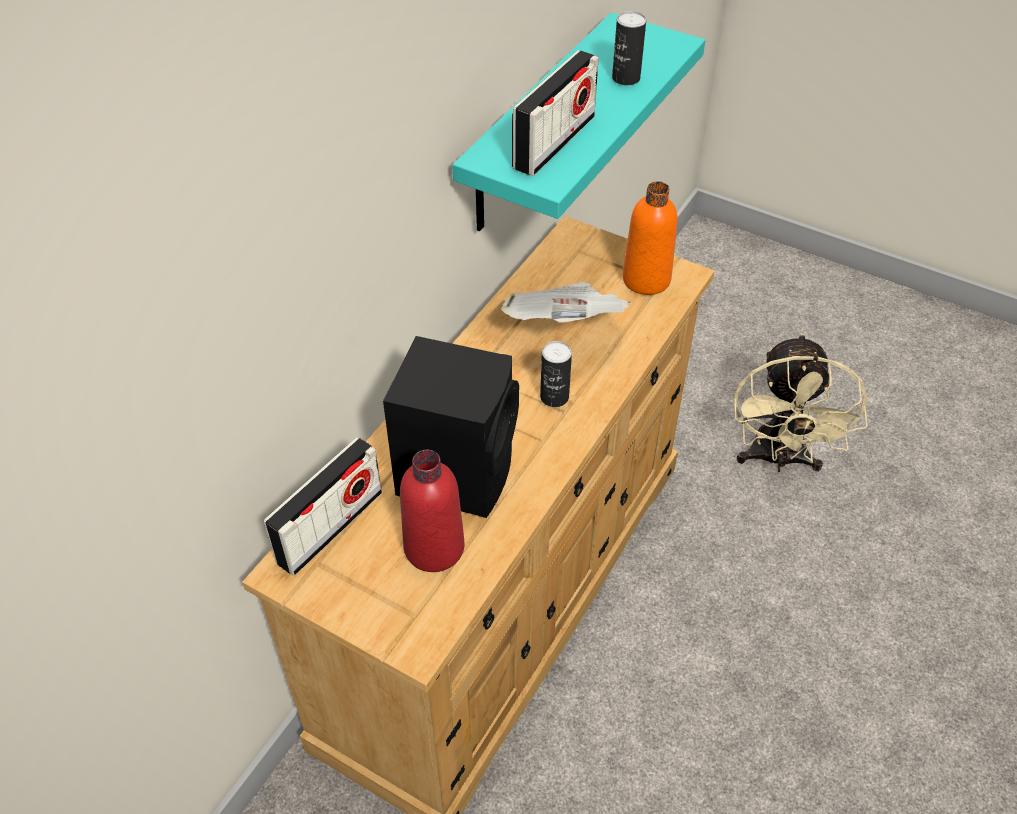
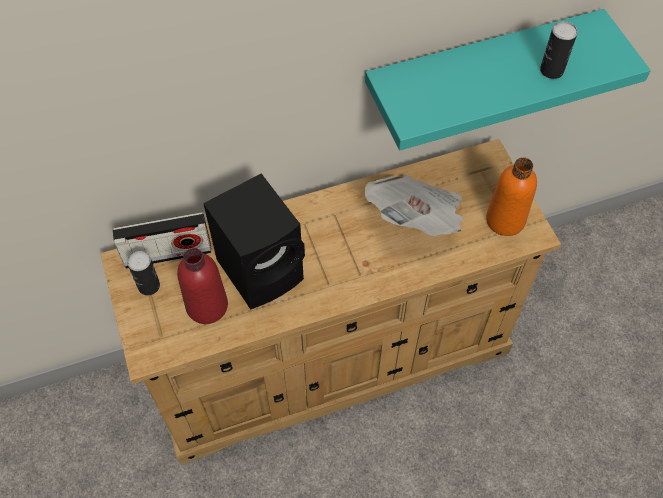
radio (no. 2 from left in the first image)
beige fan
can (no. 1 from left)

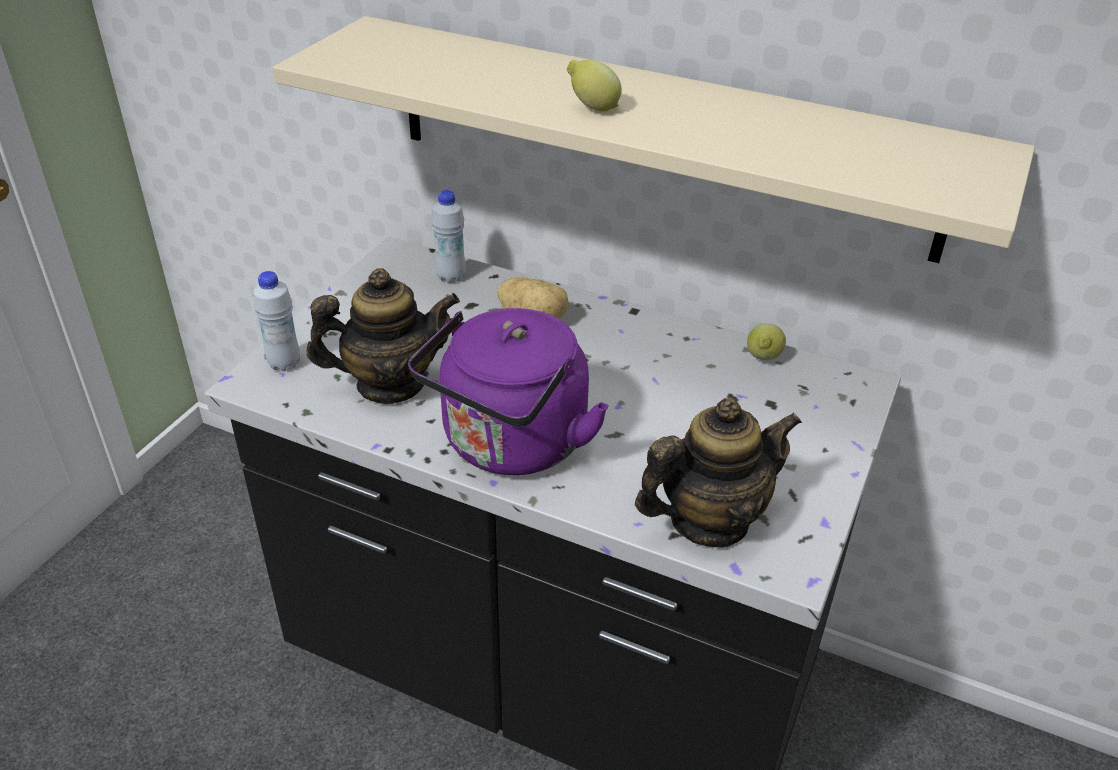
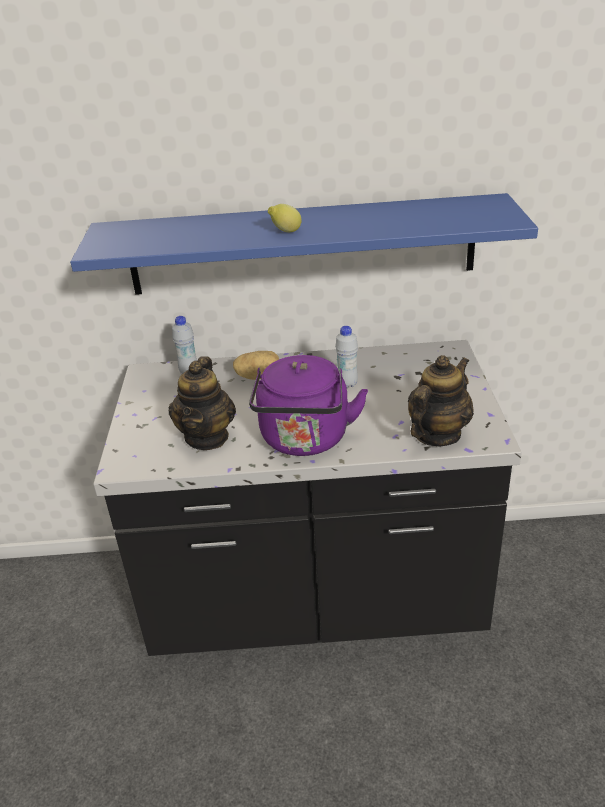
blue shelf
teapot (no. 1 from left)
white bottle (no. 2 from left)
lemon (no. 2 from left in the first image)

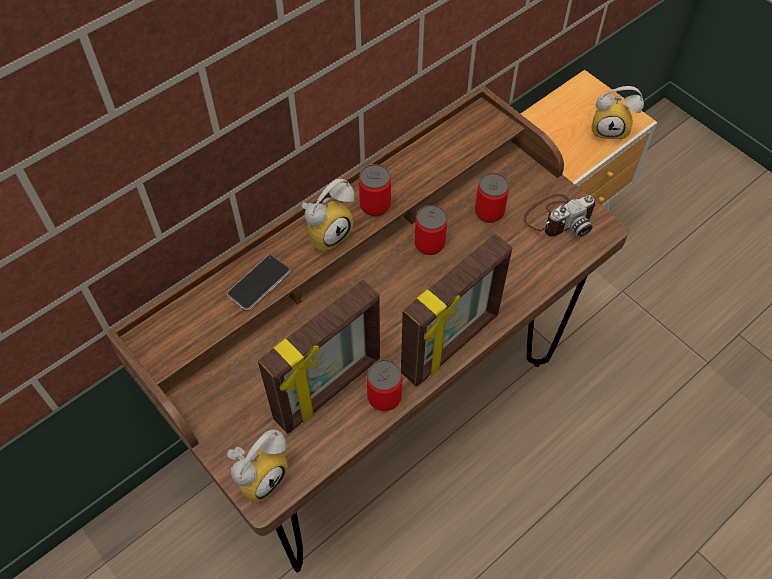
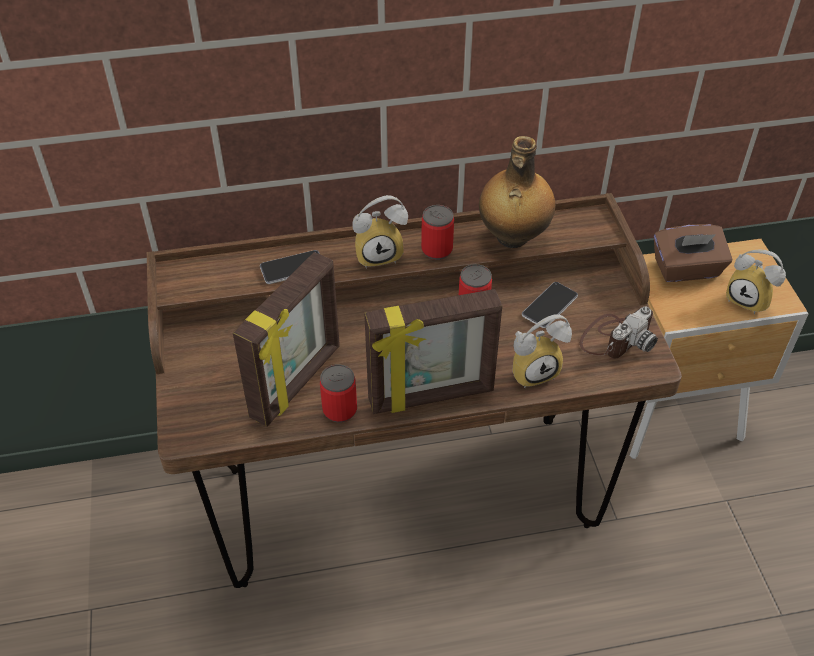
phone (no. 2 from left)
photo camera
picture frame (no. 1 from left)
alarm clock (no. 2 from left)
bottle
brown tissue box

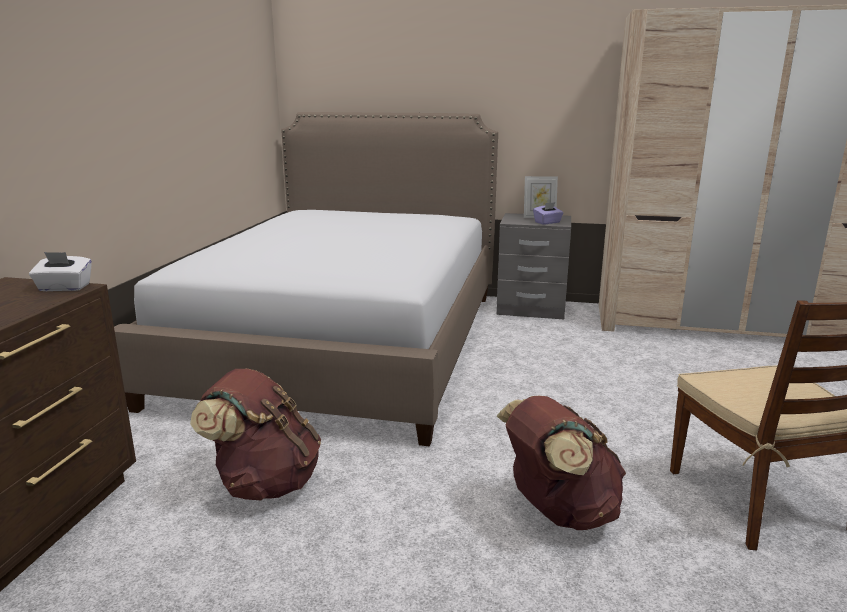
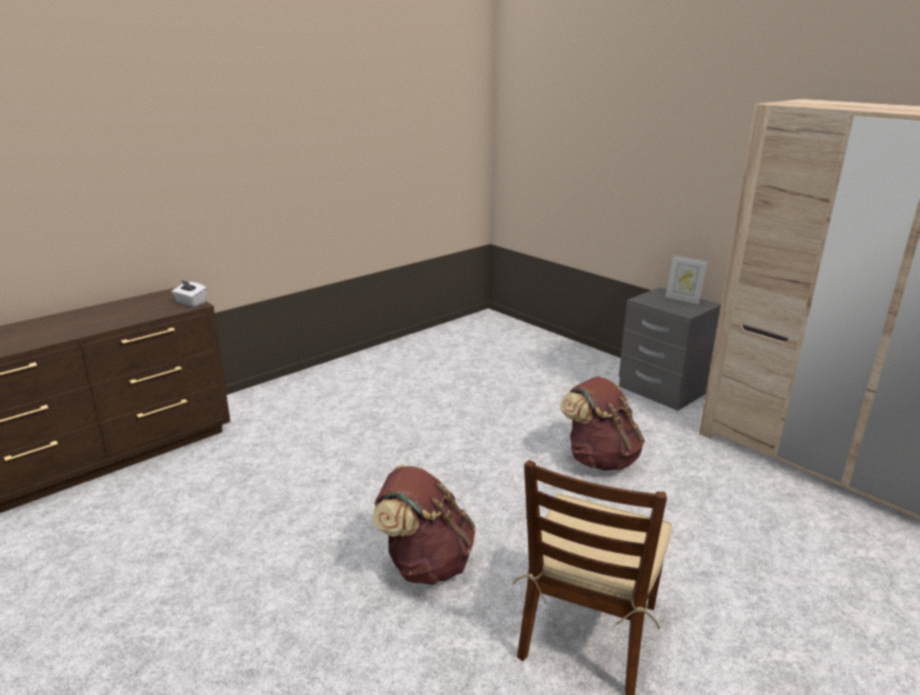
bed
purple tissue box
brown backpack (no. 2 from left)

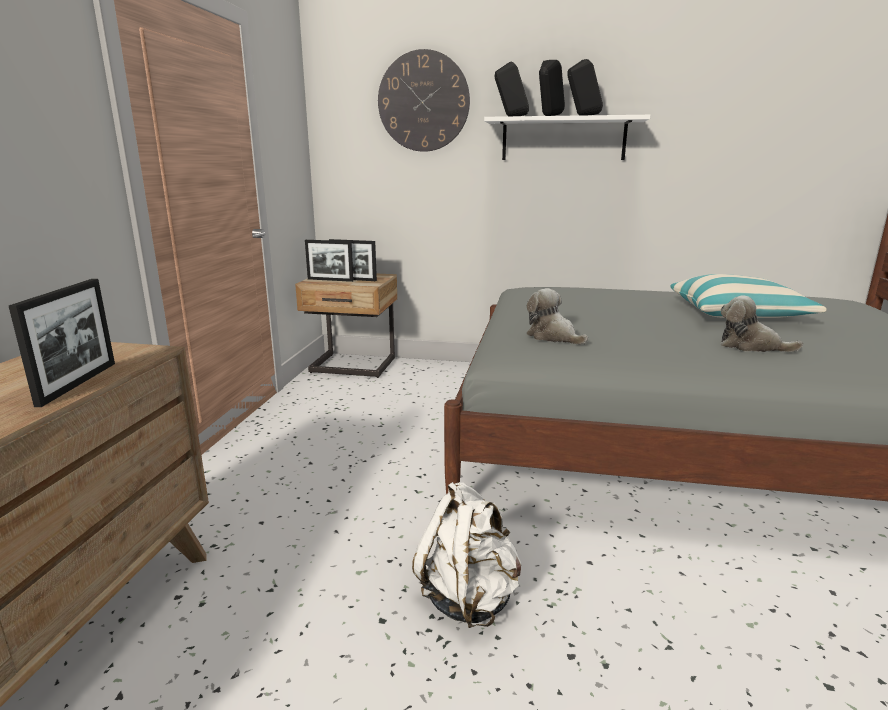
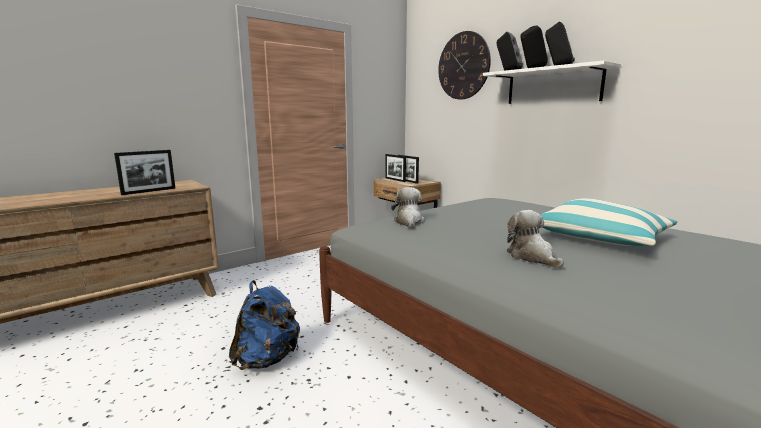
blue backpack

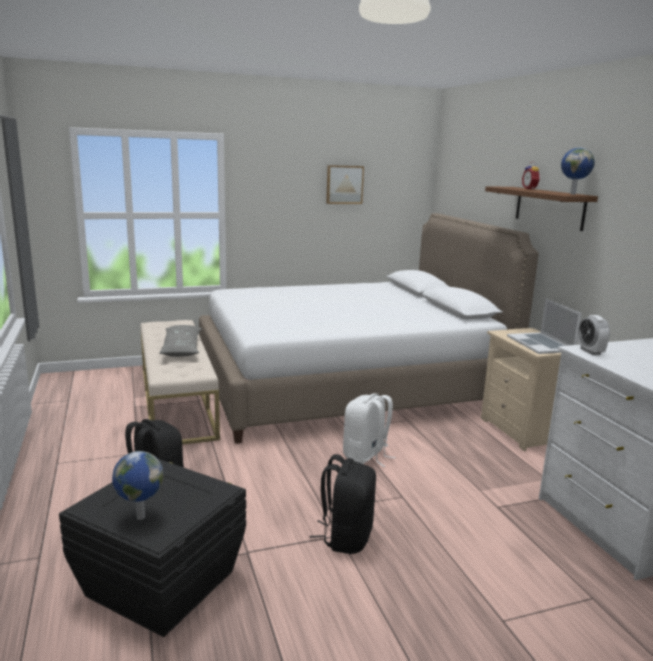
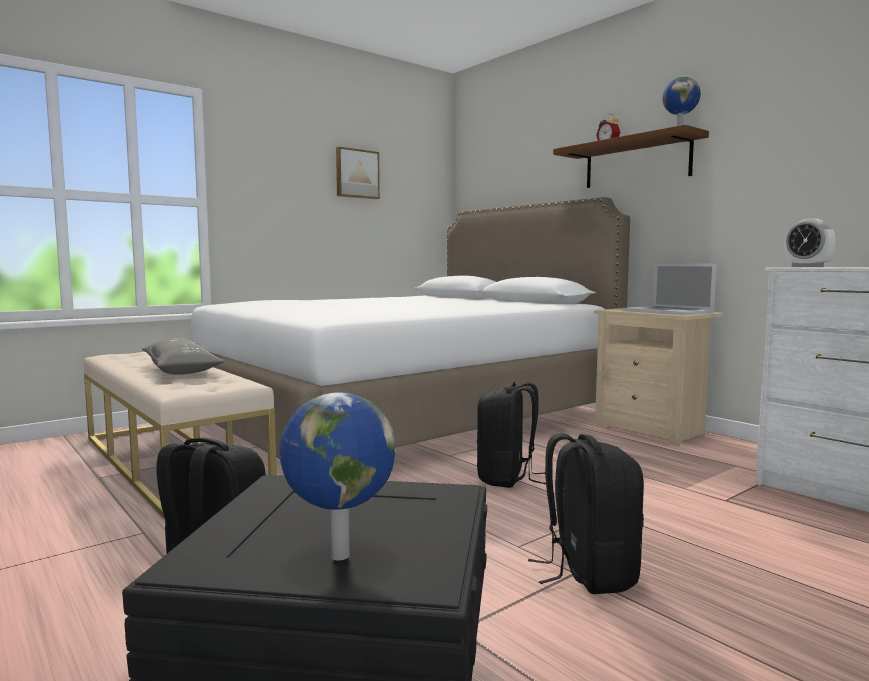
black backpack (no. 2 from left)

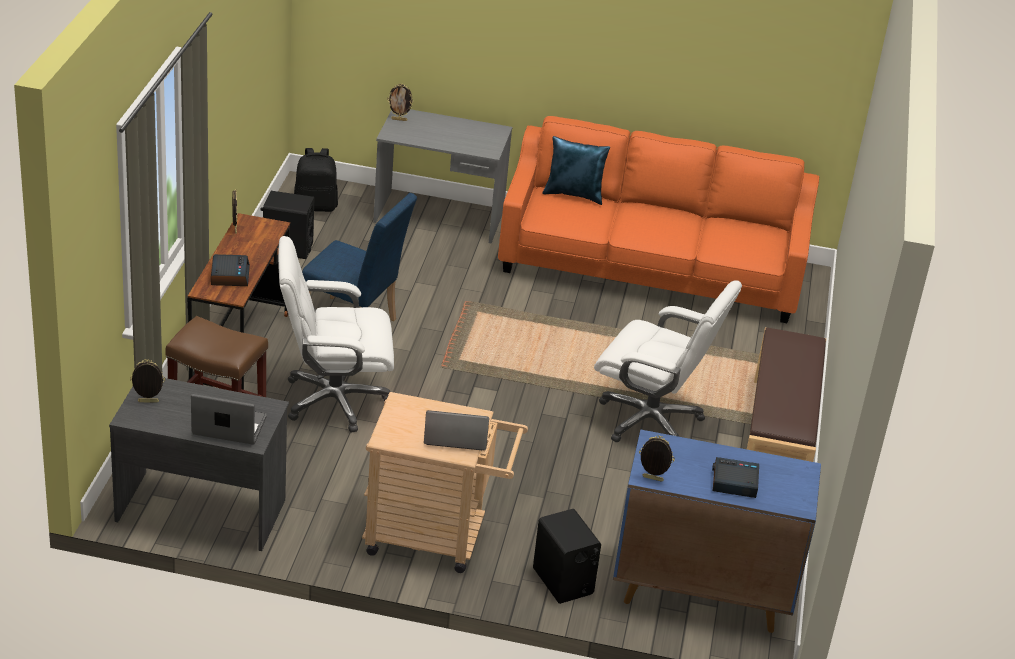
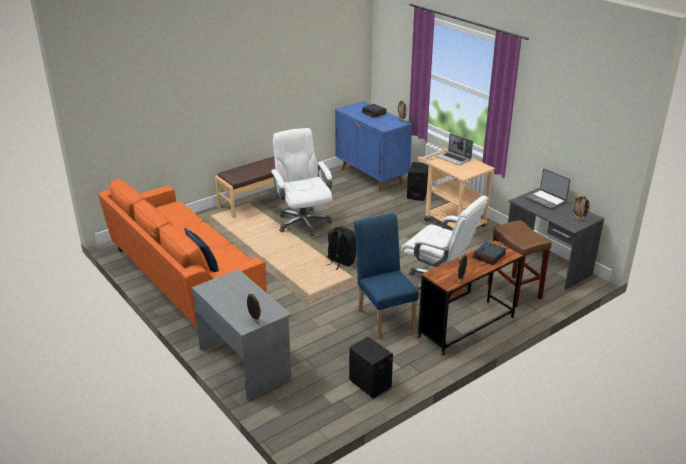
black backpack

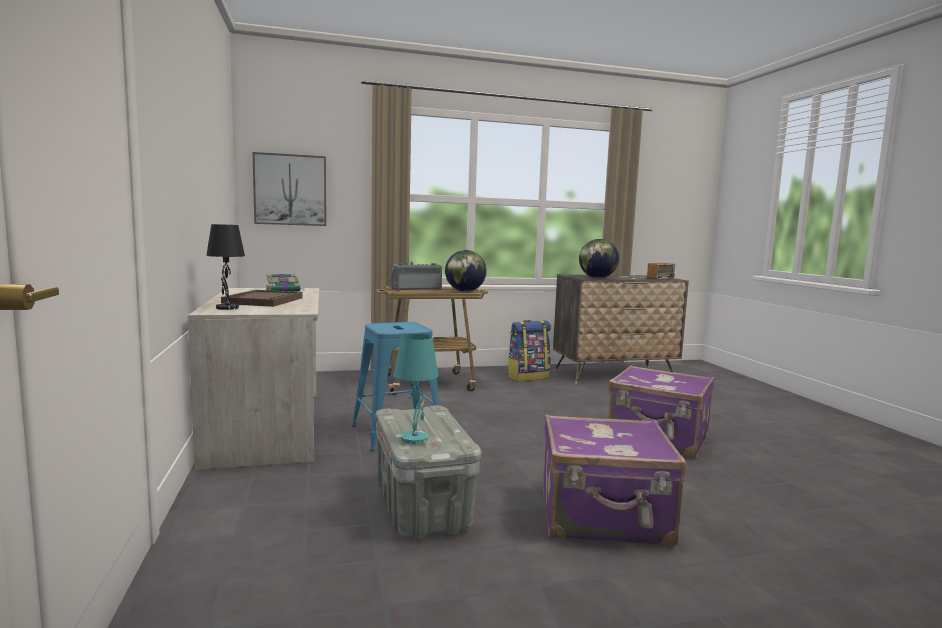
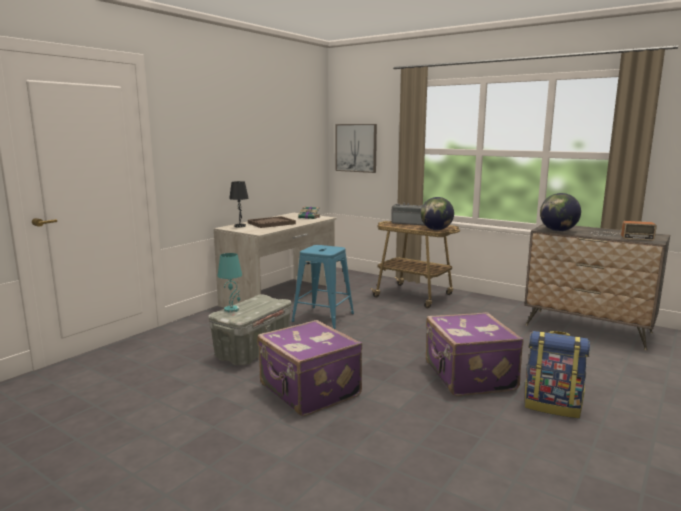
backpack

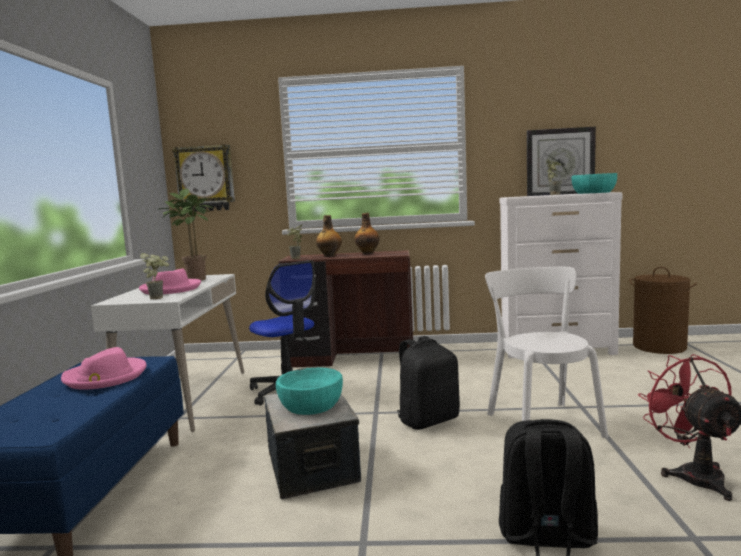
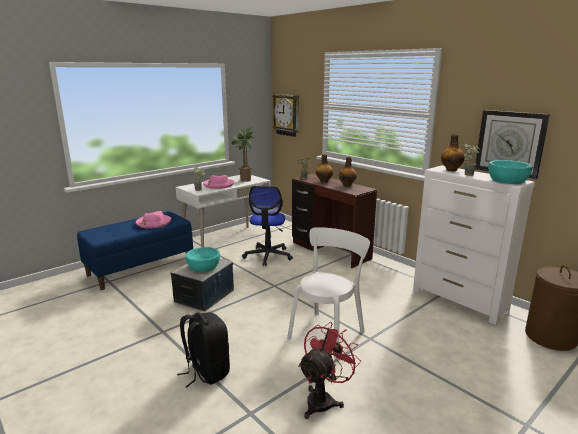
black backpack (no. 1 from left in the first image)
bottle (no. 3 from left)

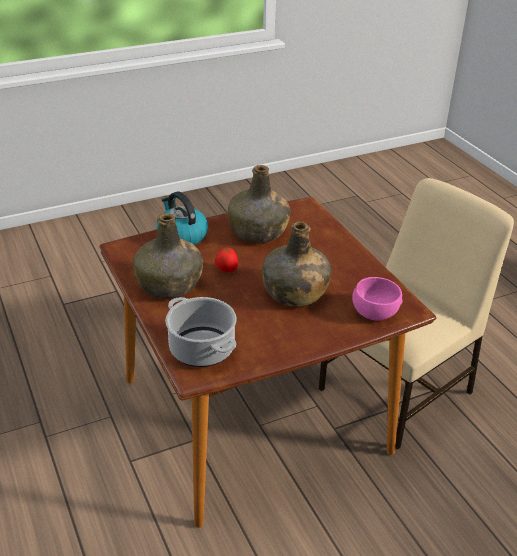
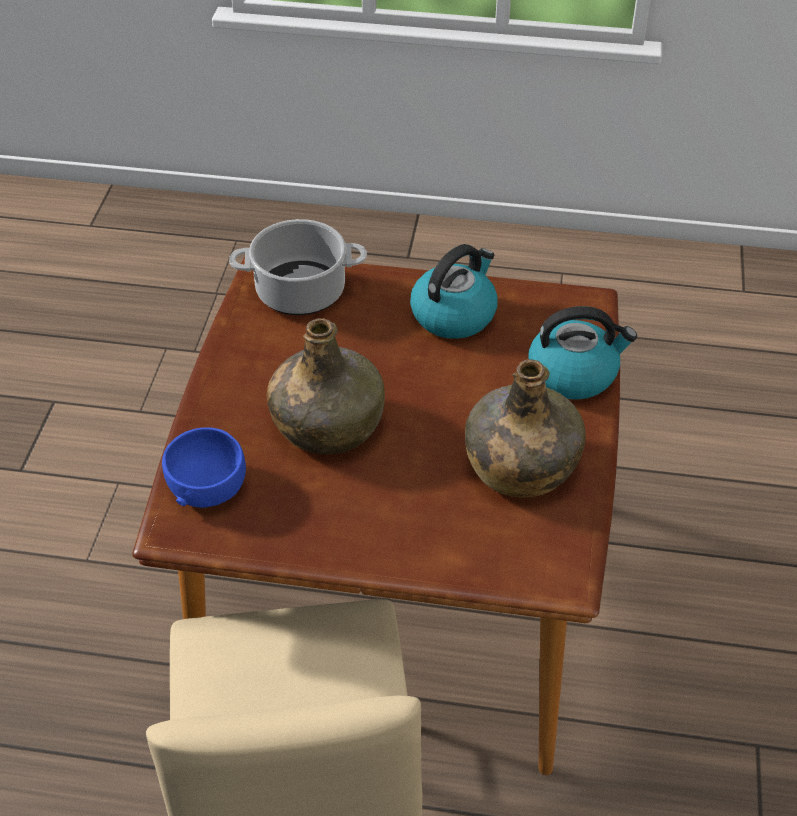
kettle (no. 1 from left)
tomato
blue bowl

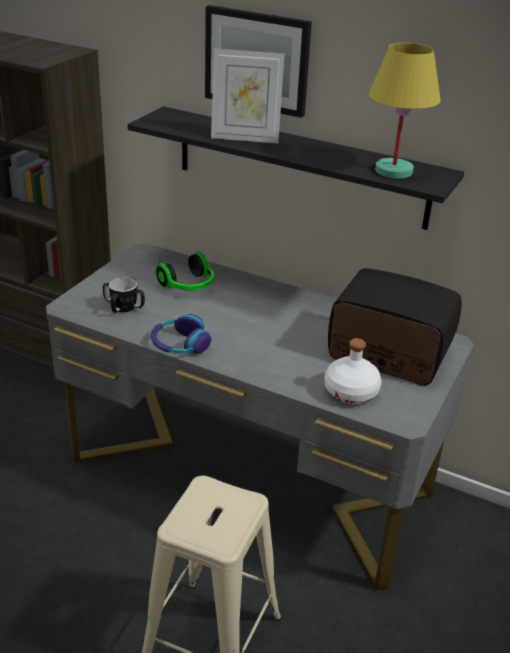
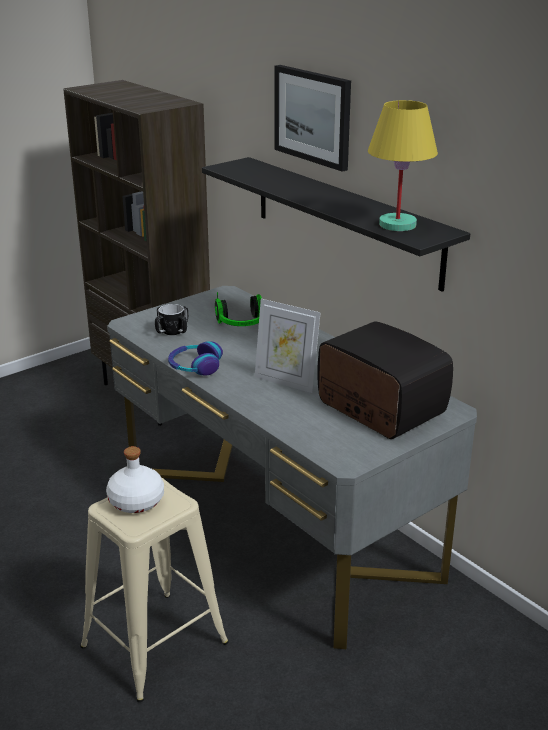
picture frame
white bottle

